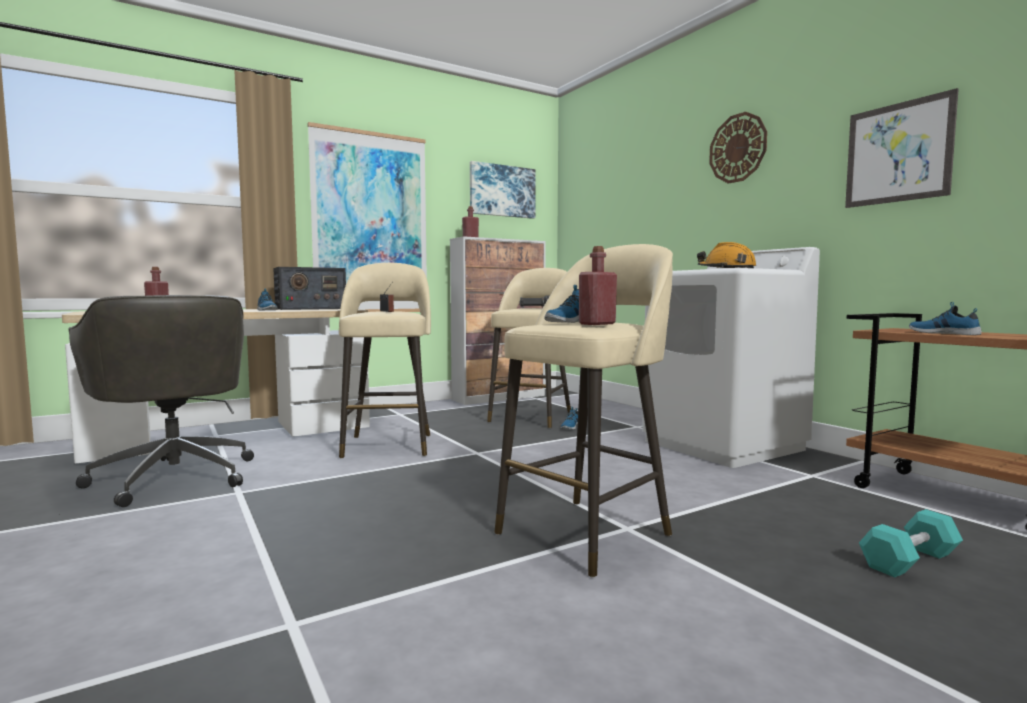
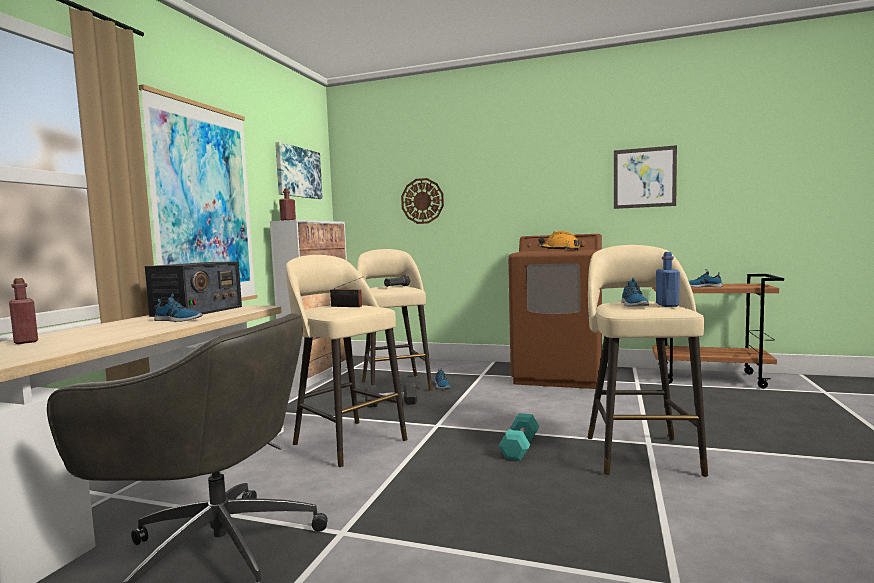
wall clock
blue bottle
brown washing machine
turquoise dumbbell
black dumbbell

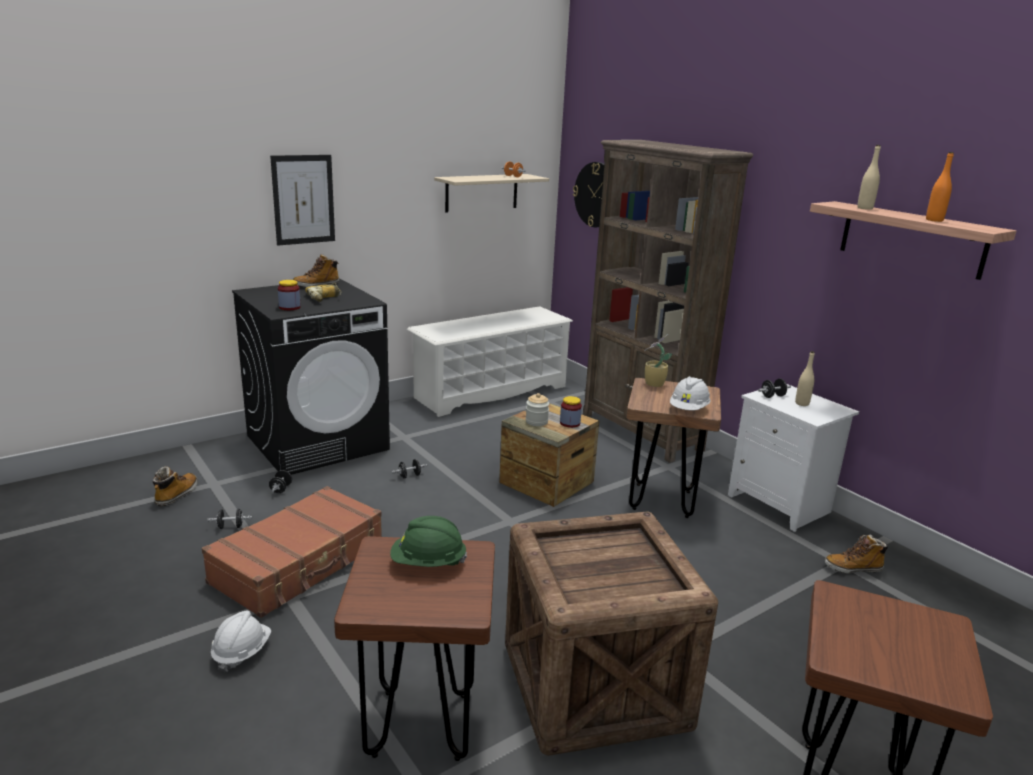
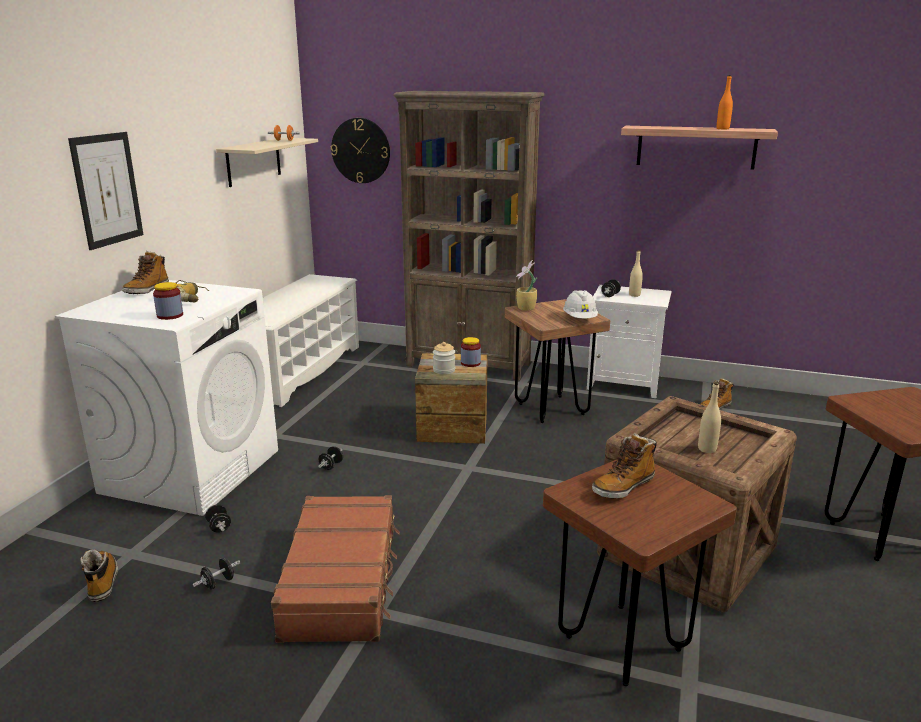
beige bottle (no. 2 from left)
white washing machine
boot (no. 3 from left)
white hard hat (no. 1 from left in the first image)

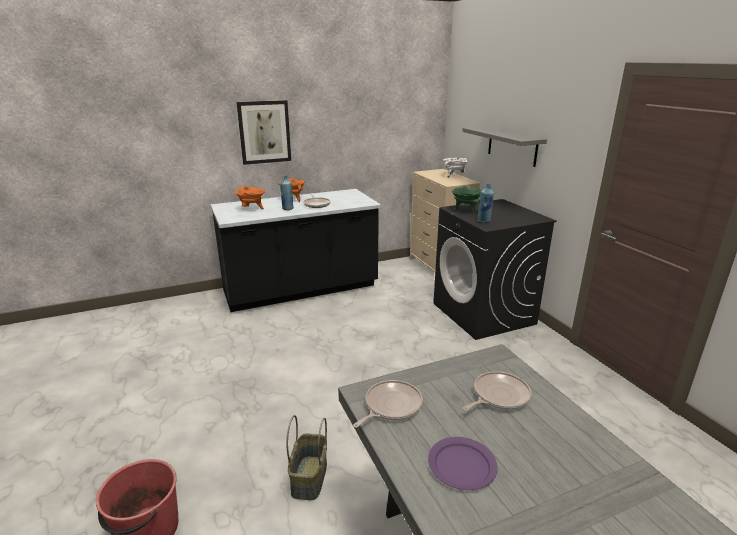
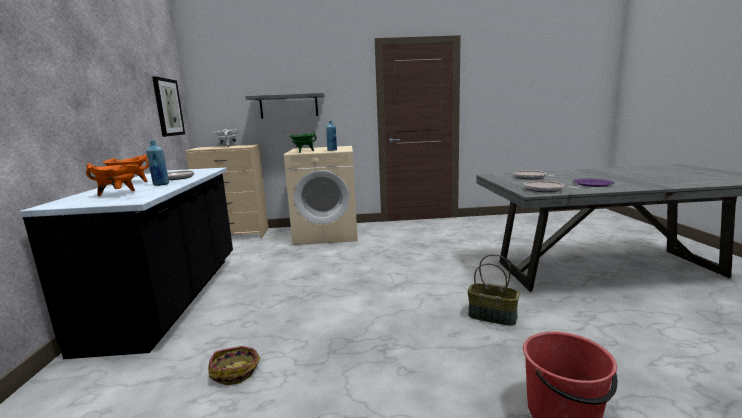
picture
beige washing machine
basket (no. 1 from left)

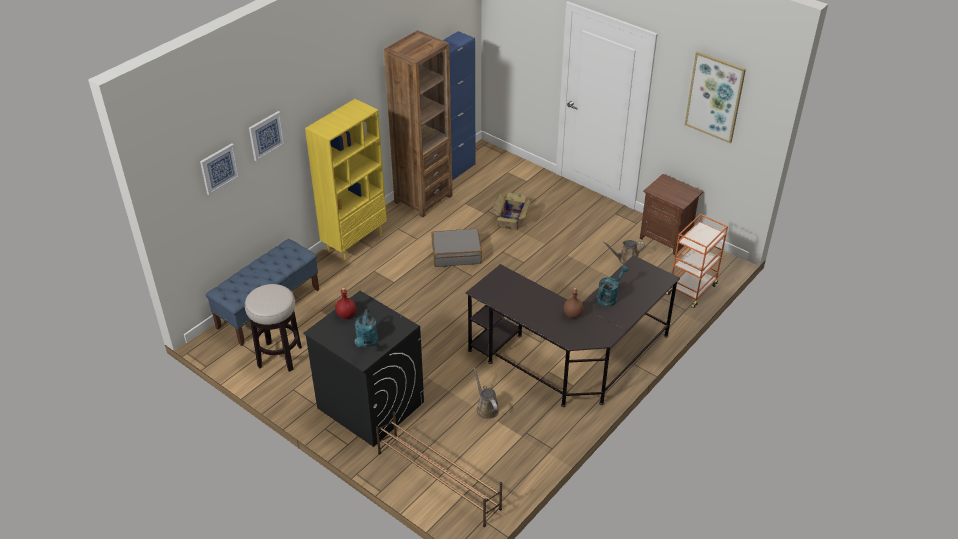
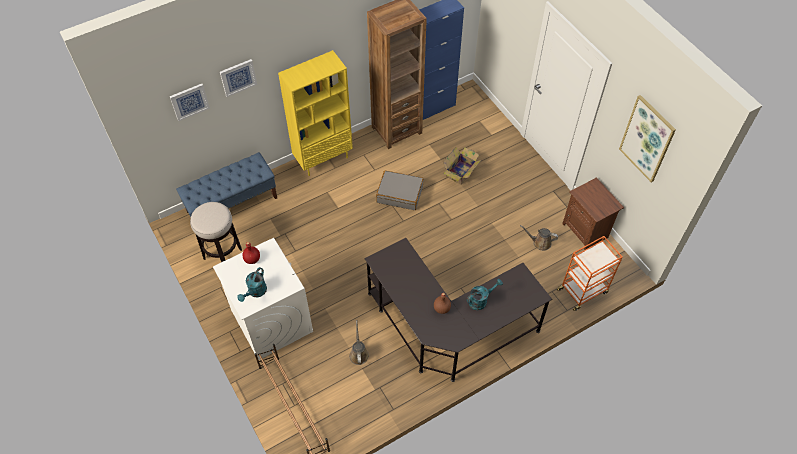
white washing machine

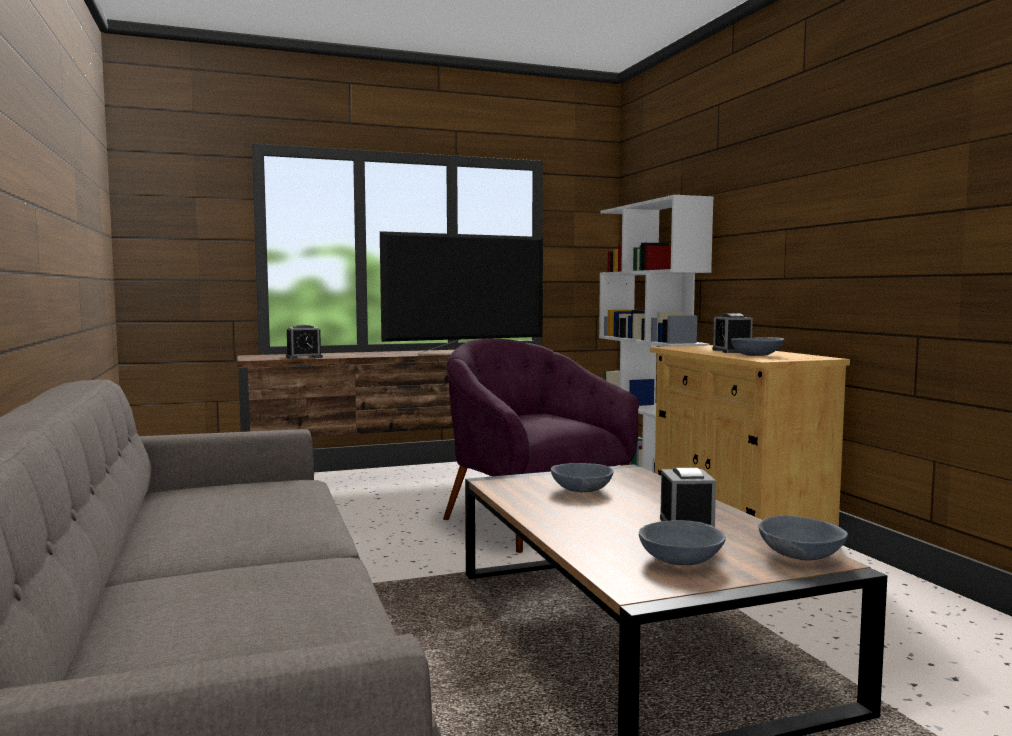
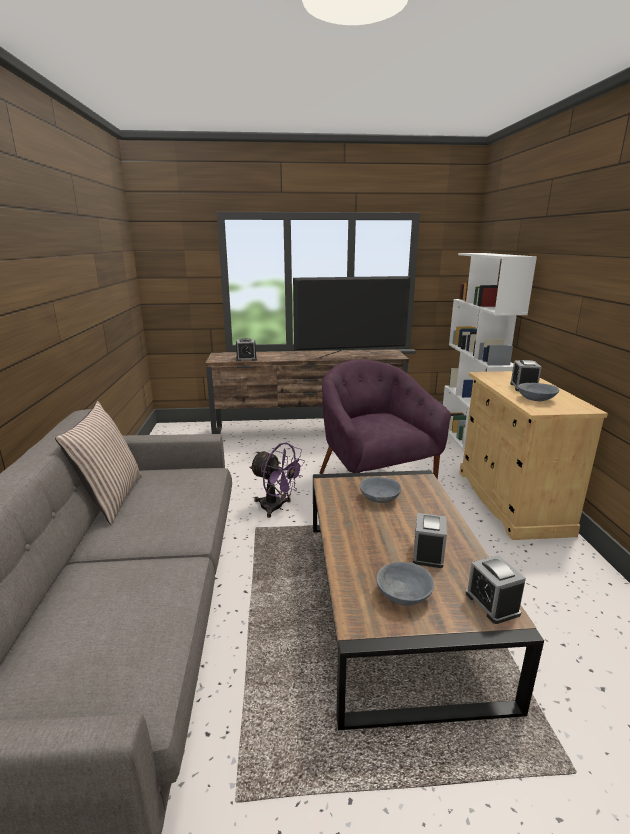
alarm clock (no. 3 from left)
pillow
purple fan

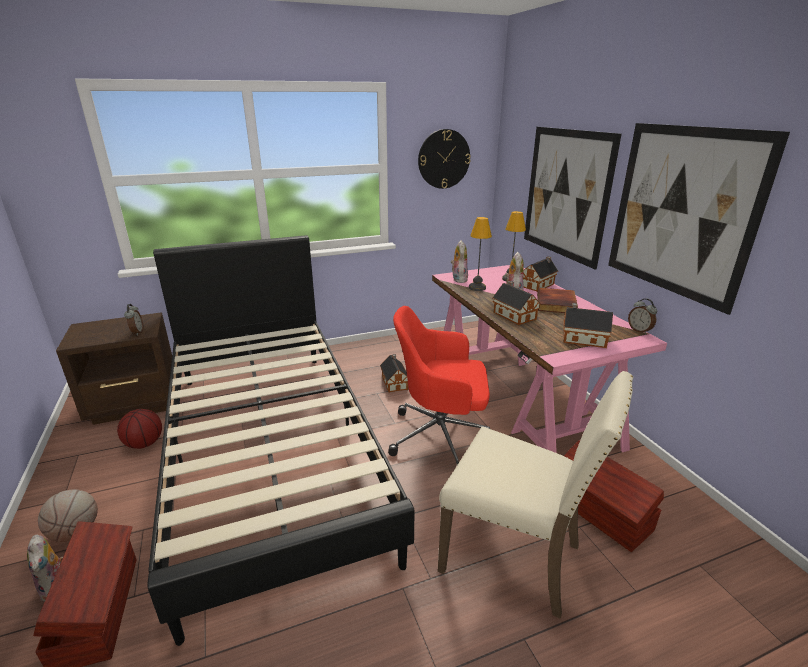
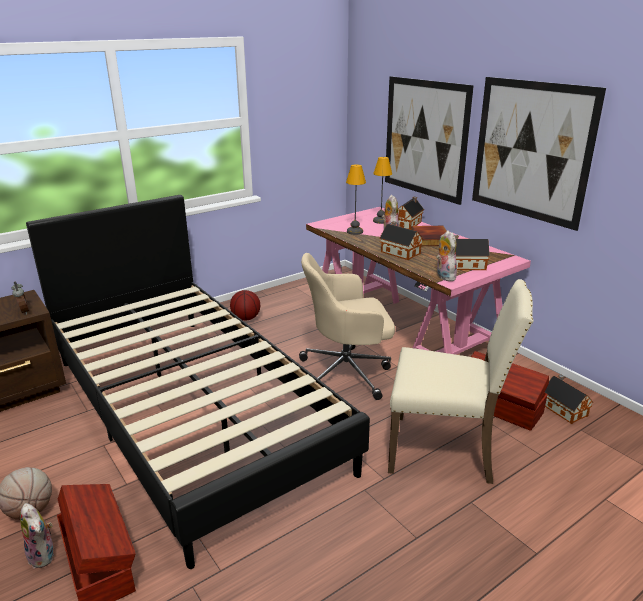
wall clock
plush toy (no. 3 from left)
alarm clock (no. 2 from left in the first image)
beige office chair
toy house (no. 4 from left)
basketball (no. 2 from left)

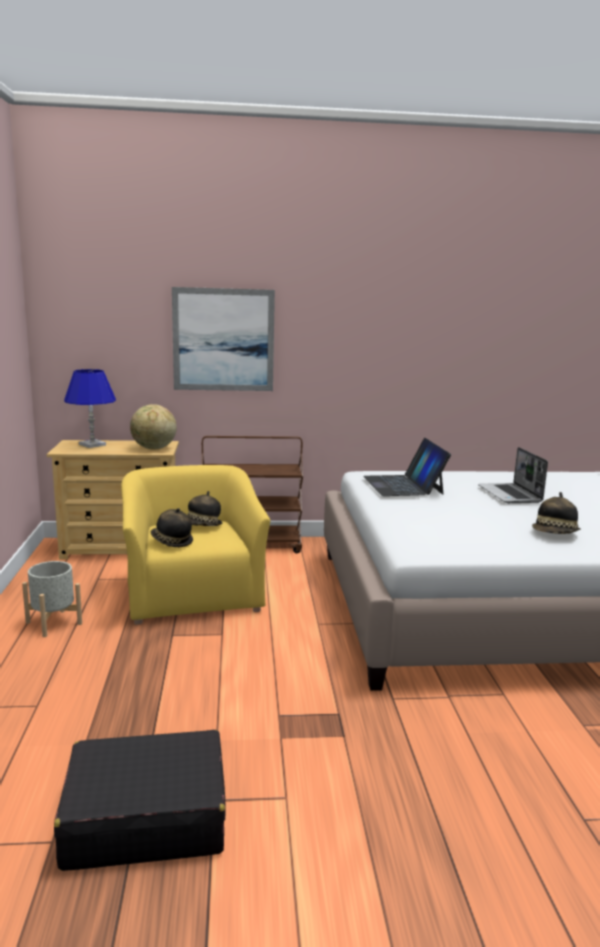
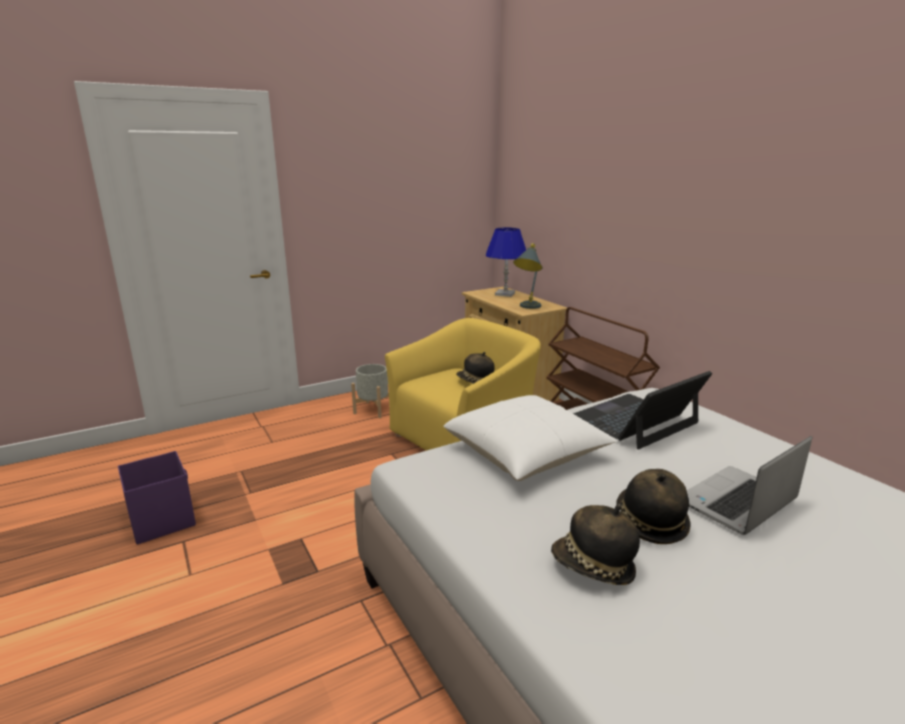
picture
grey table lamp
hat (no. 3 from left)
purple storage box
white pillow

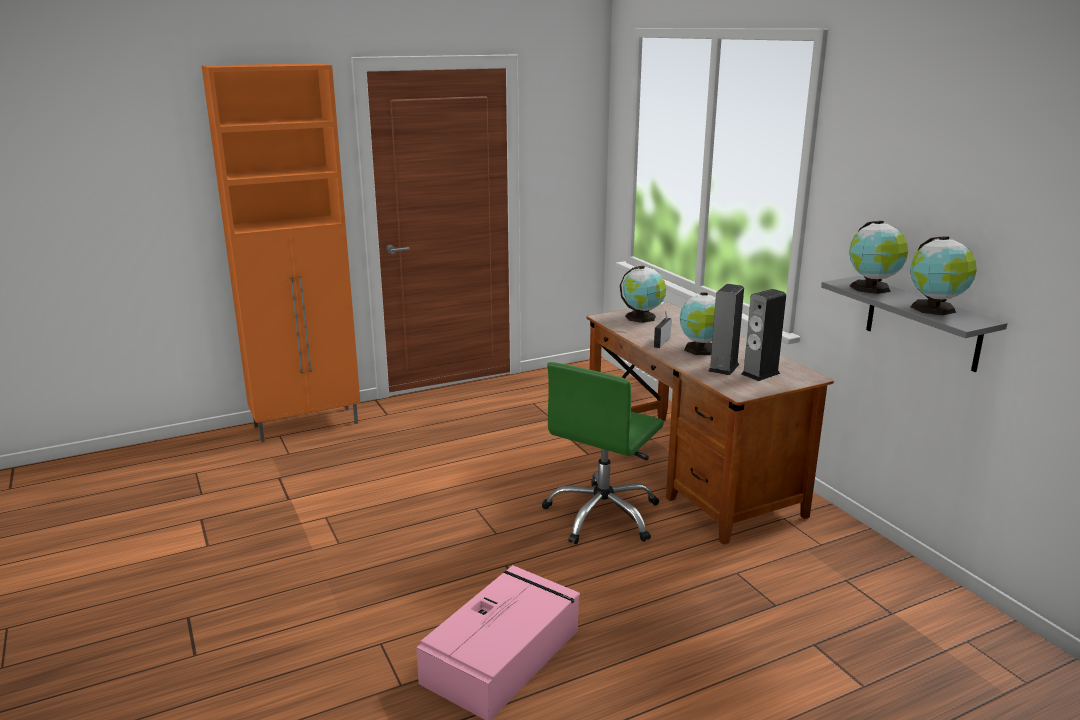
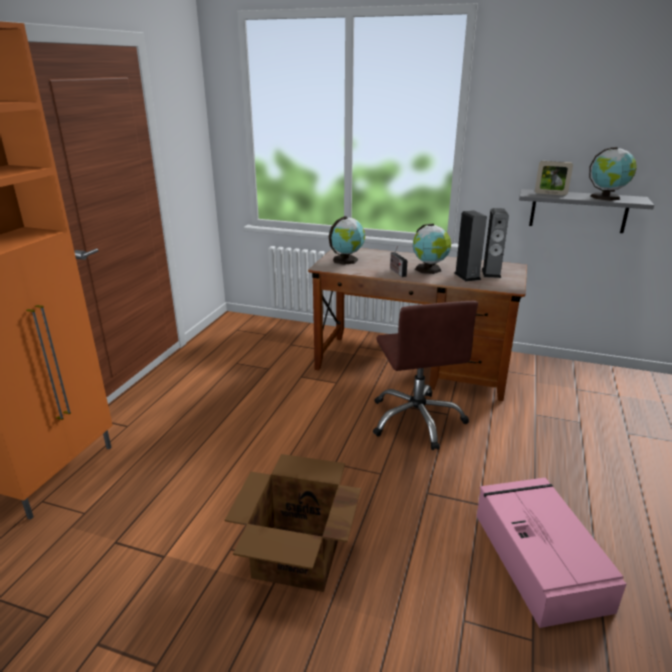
picture frame
brown office chair
cardboard box

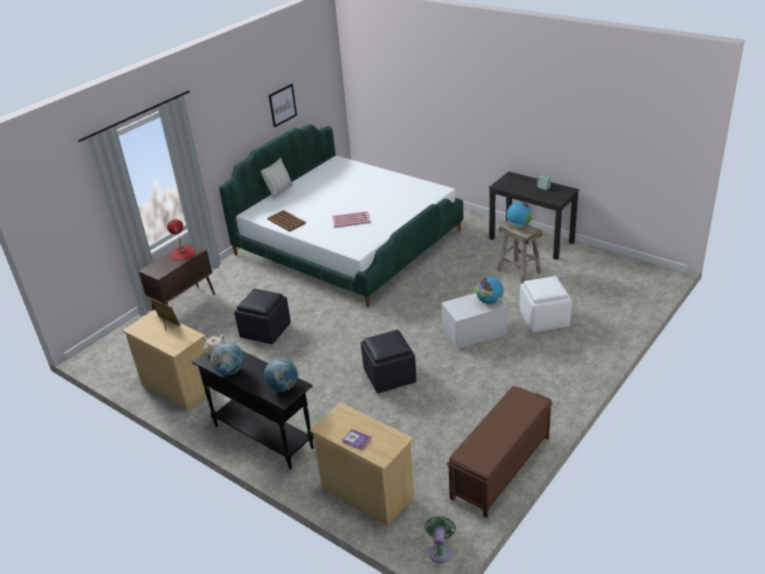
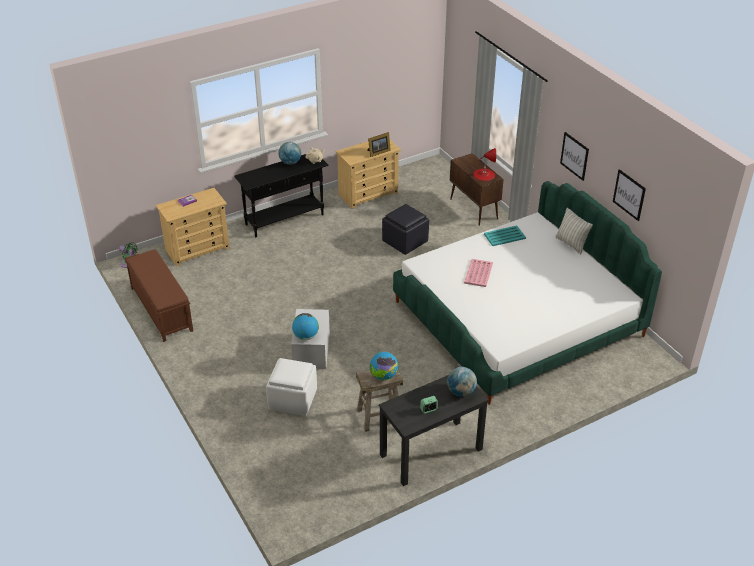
turquoise tray
black ottoman (no. 2 from left in the first image)
globe (no. 4 from left)
picture (no. 1 from left)

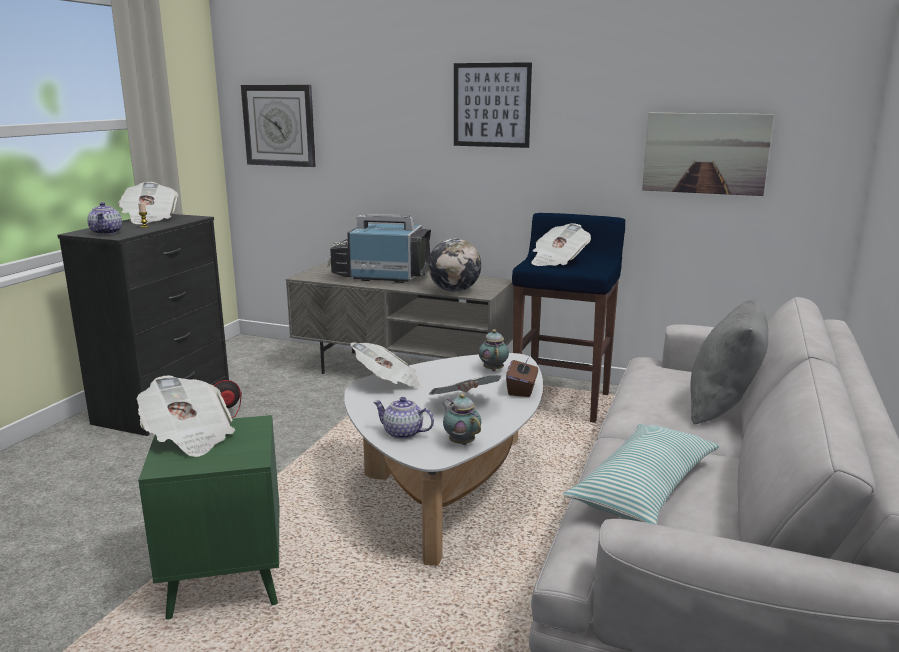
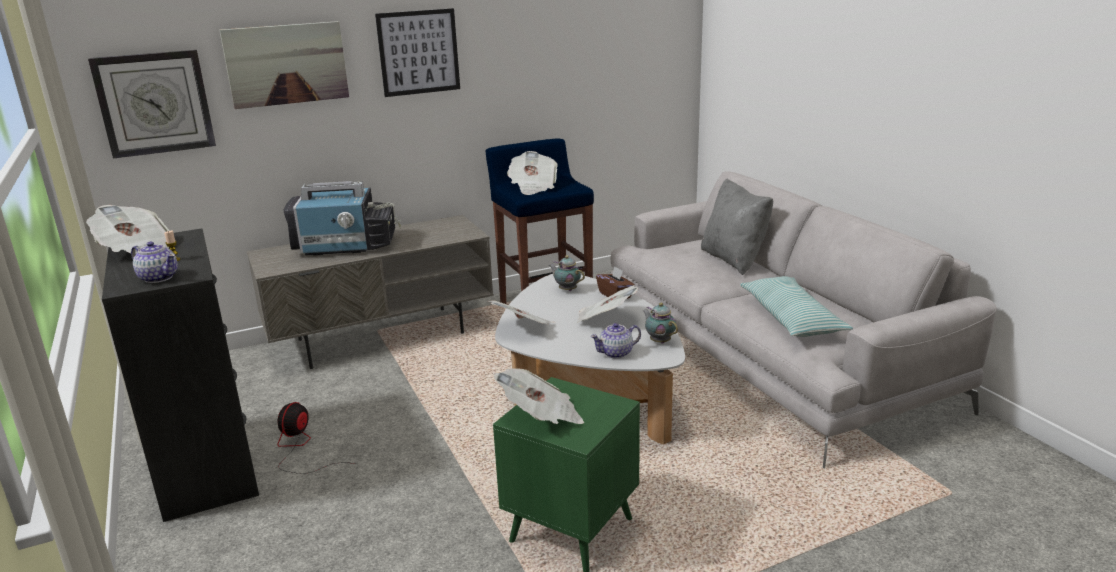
picture (no. 1 from left)
television
globe
teapot (no. 4 from left)

